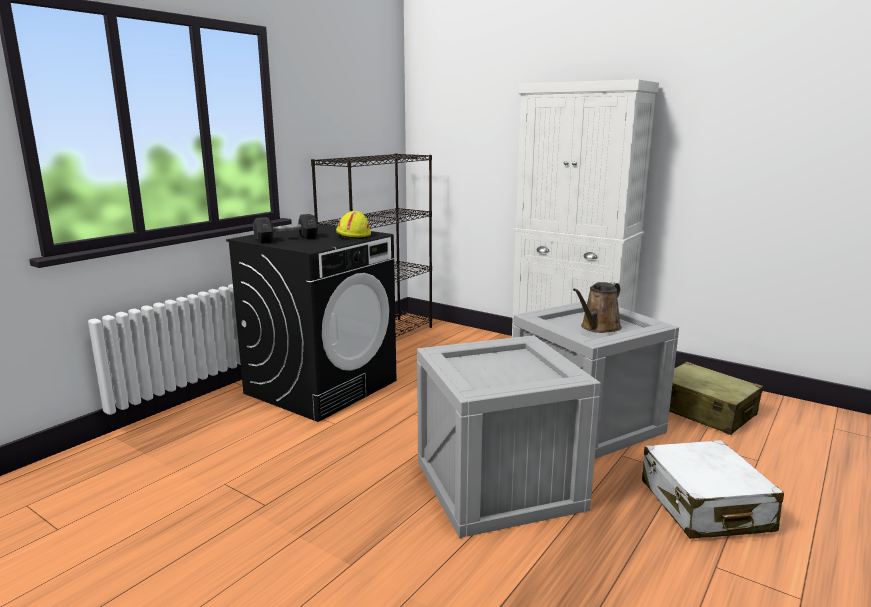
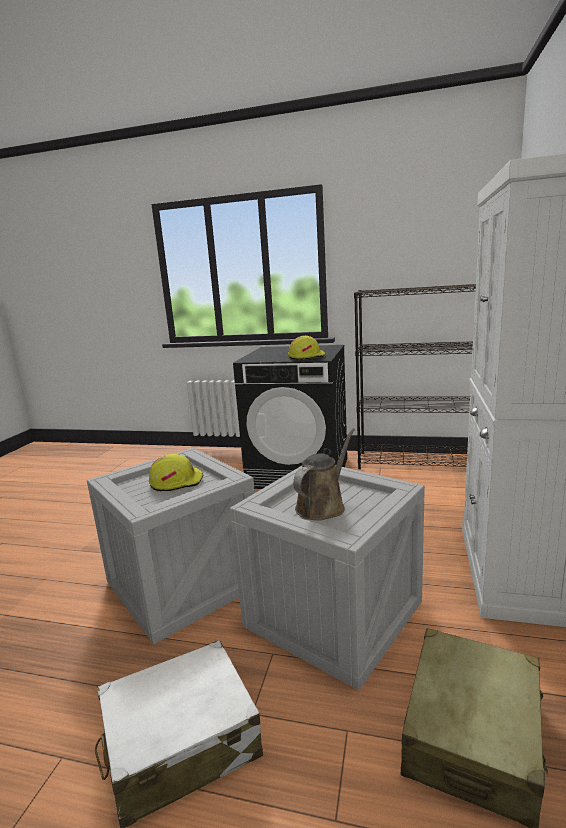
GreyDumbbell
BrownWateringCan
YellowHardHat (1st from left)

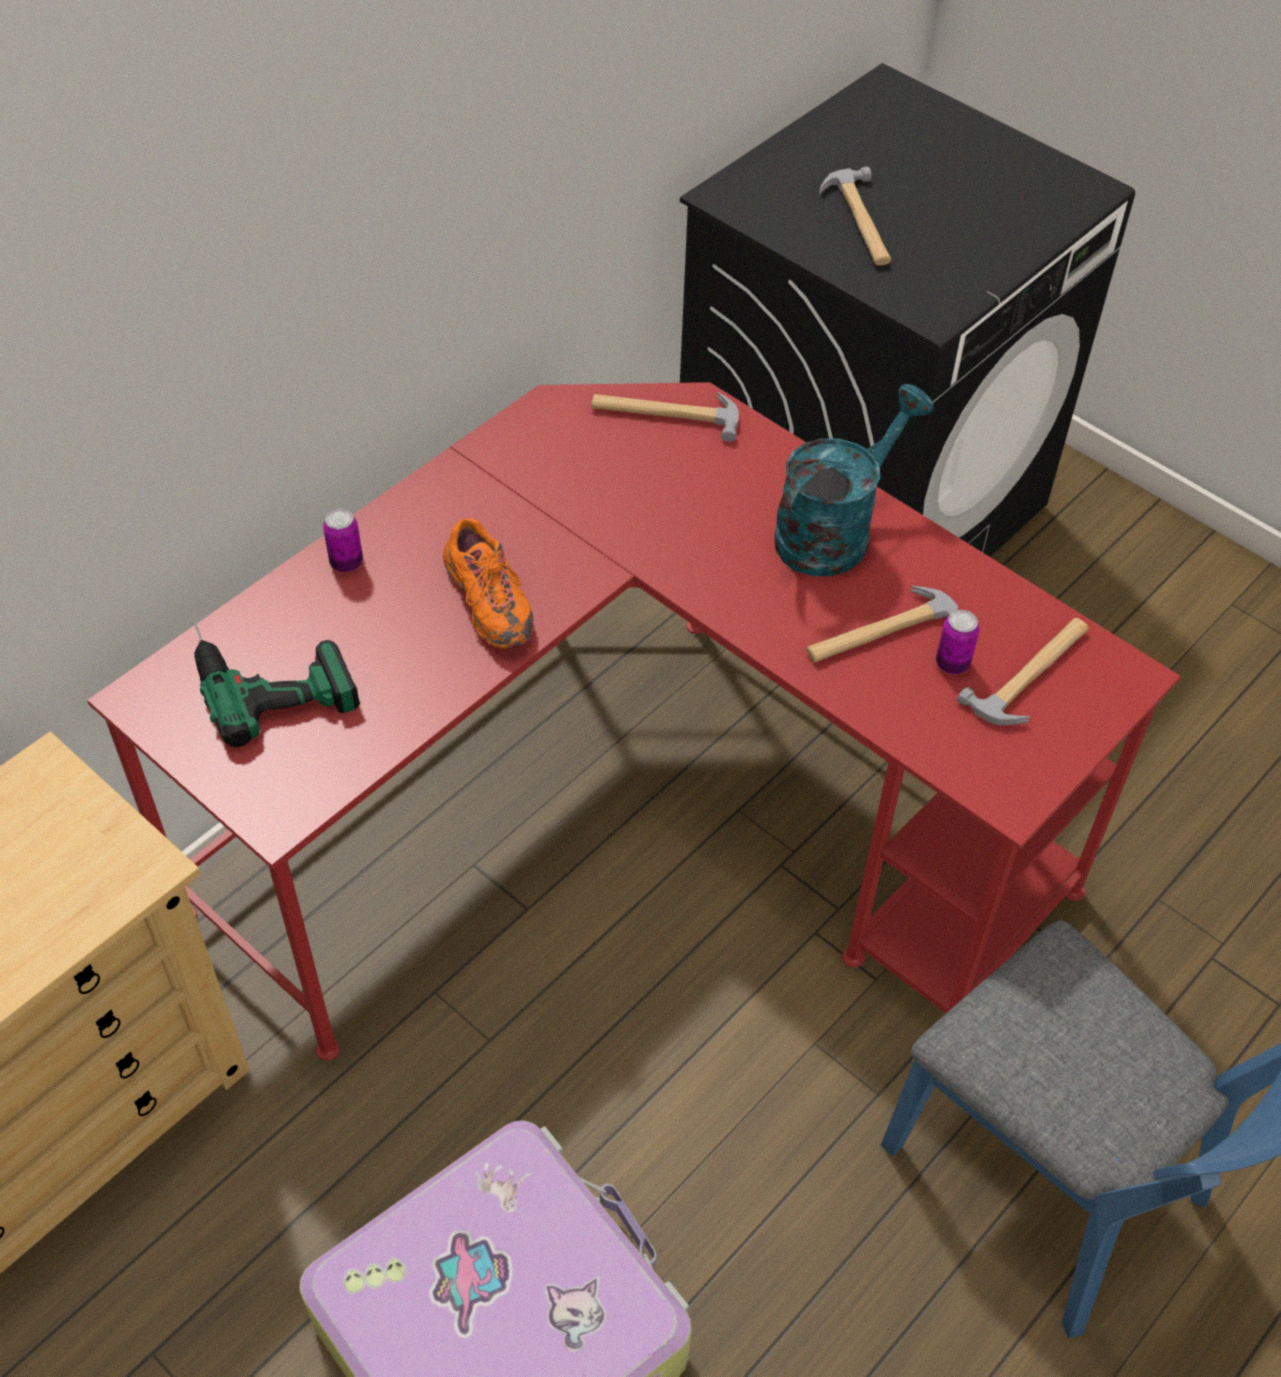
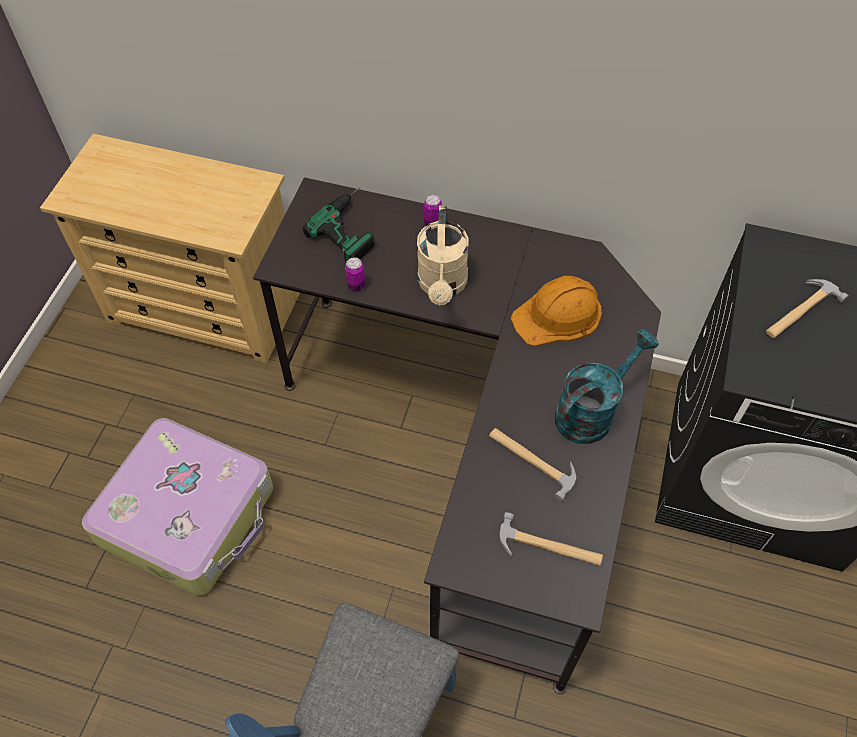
BlackDesk
BeigeWateringCan
Hammer (1st from left in the first image)
TurquoiseWateringCan
Can (1st from left)
OrangeHardHat

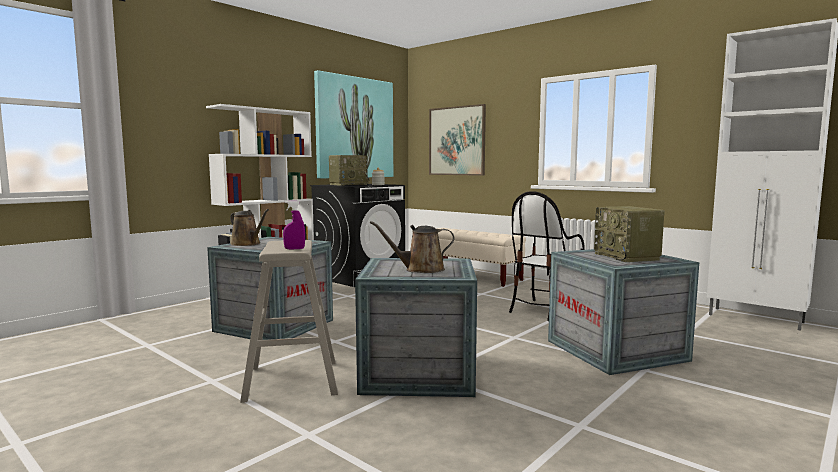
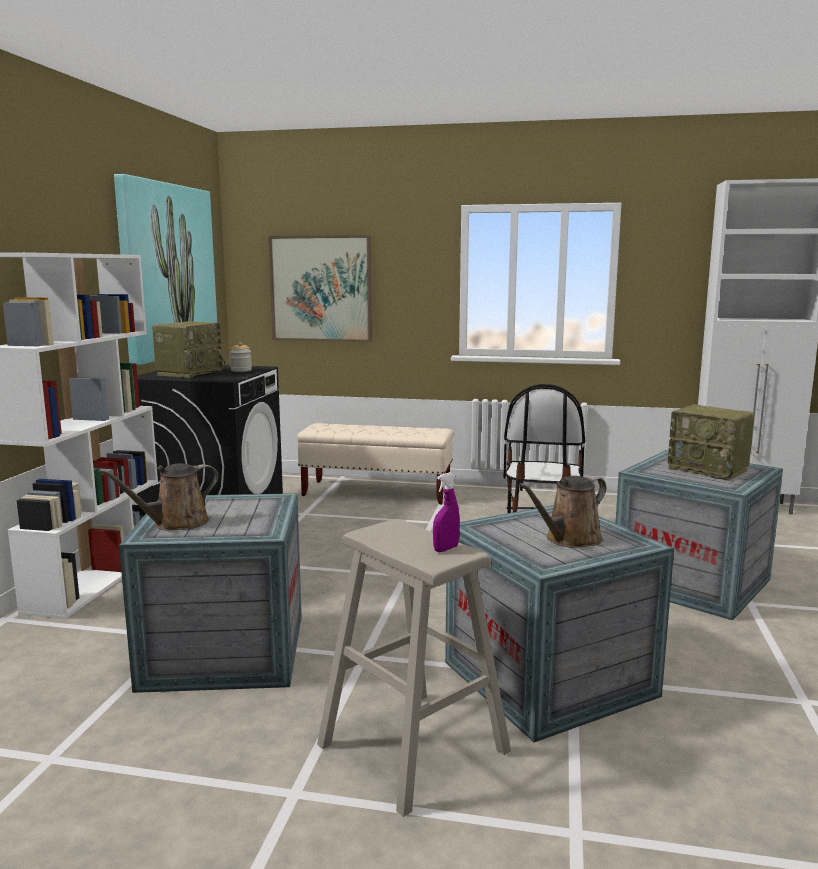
BrownWateringCan (1st from left)

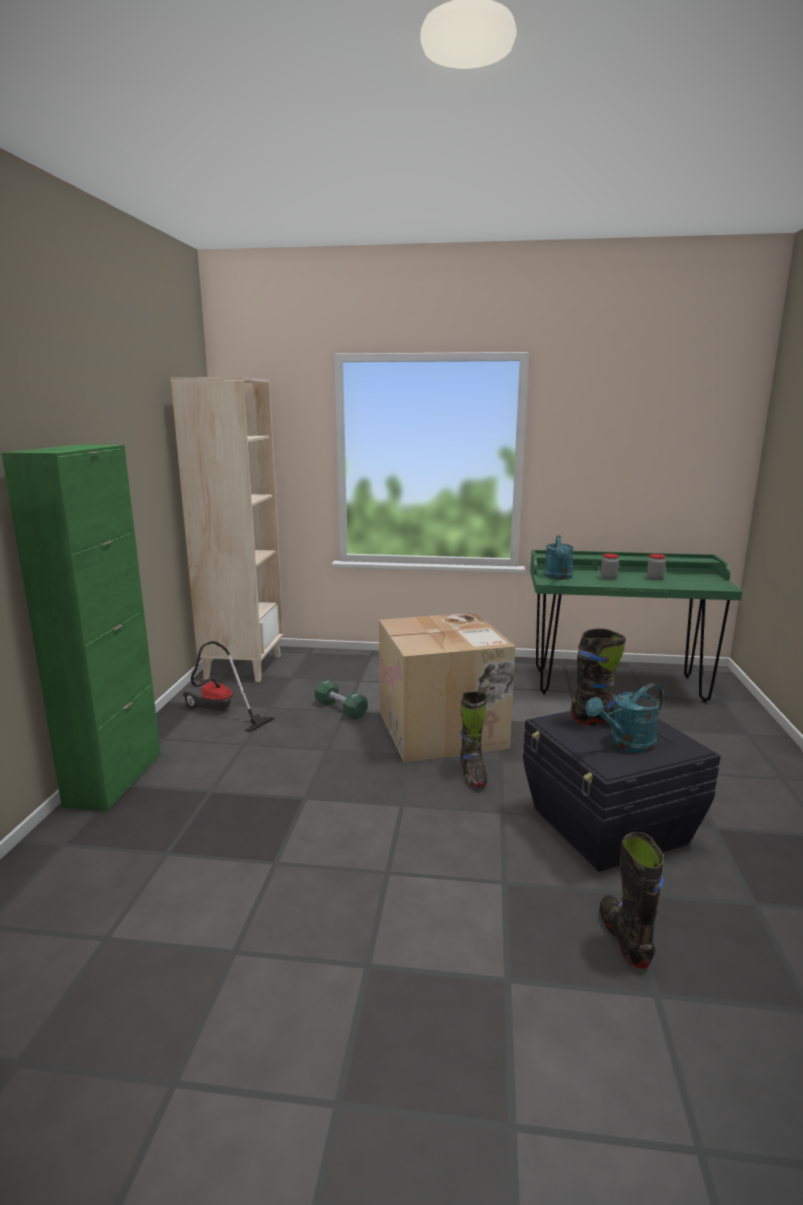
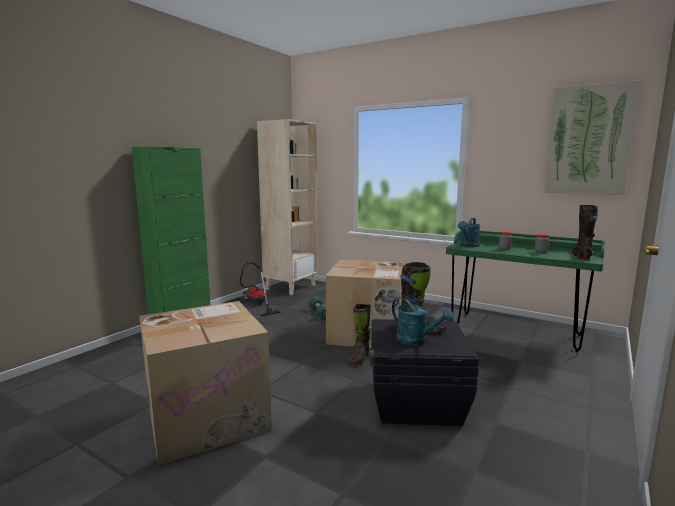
TurquoiseWateringCan (1st from left)
BlackBoot (3rd from left)
CardboardBox (1st from left)
Picture

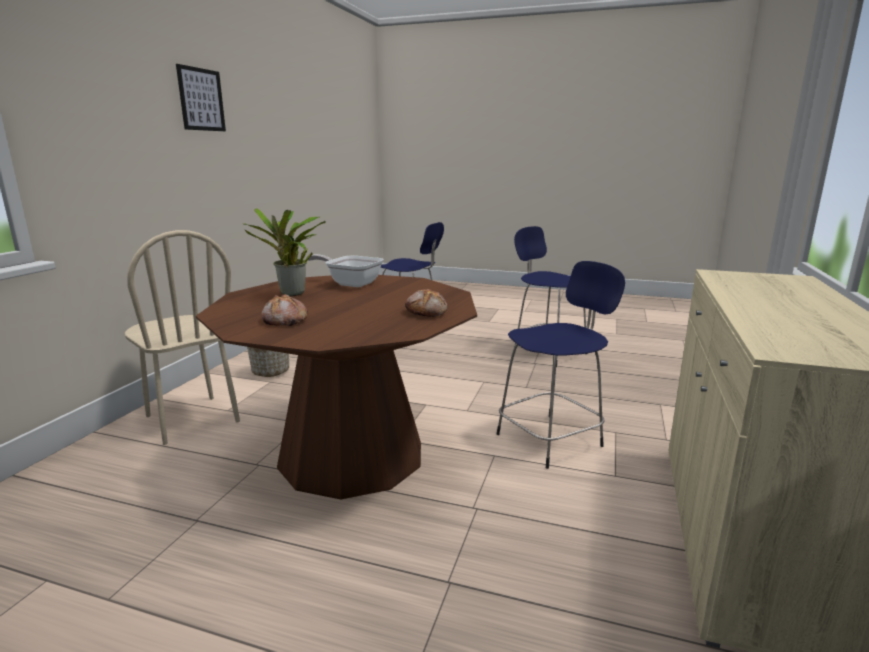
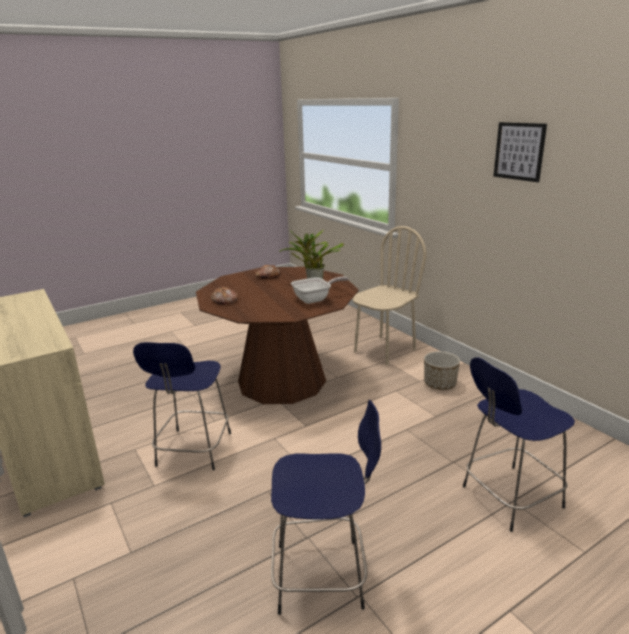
BeigeChair

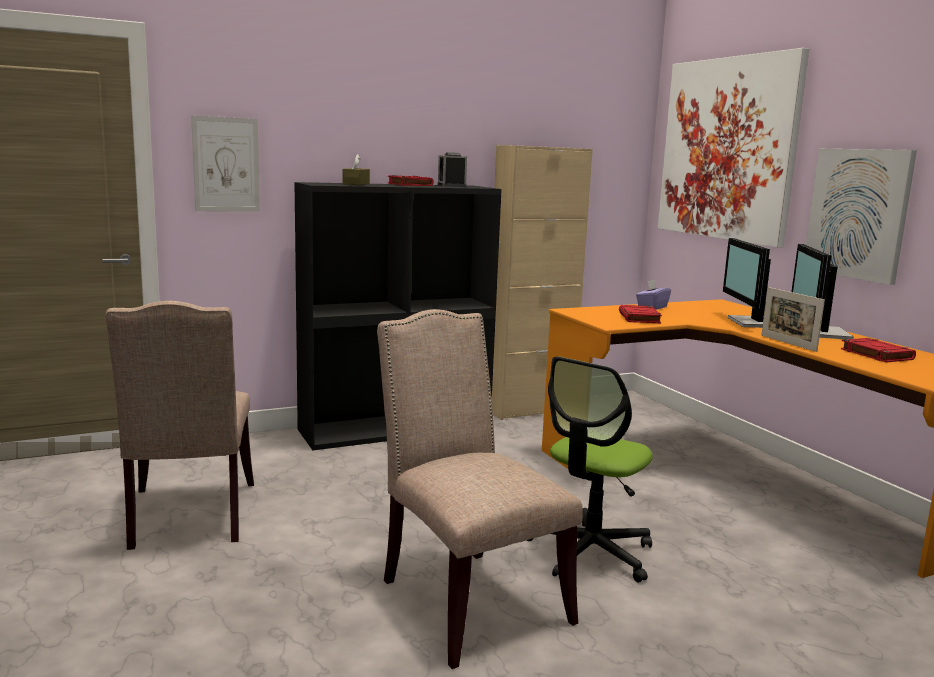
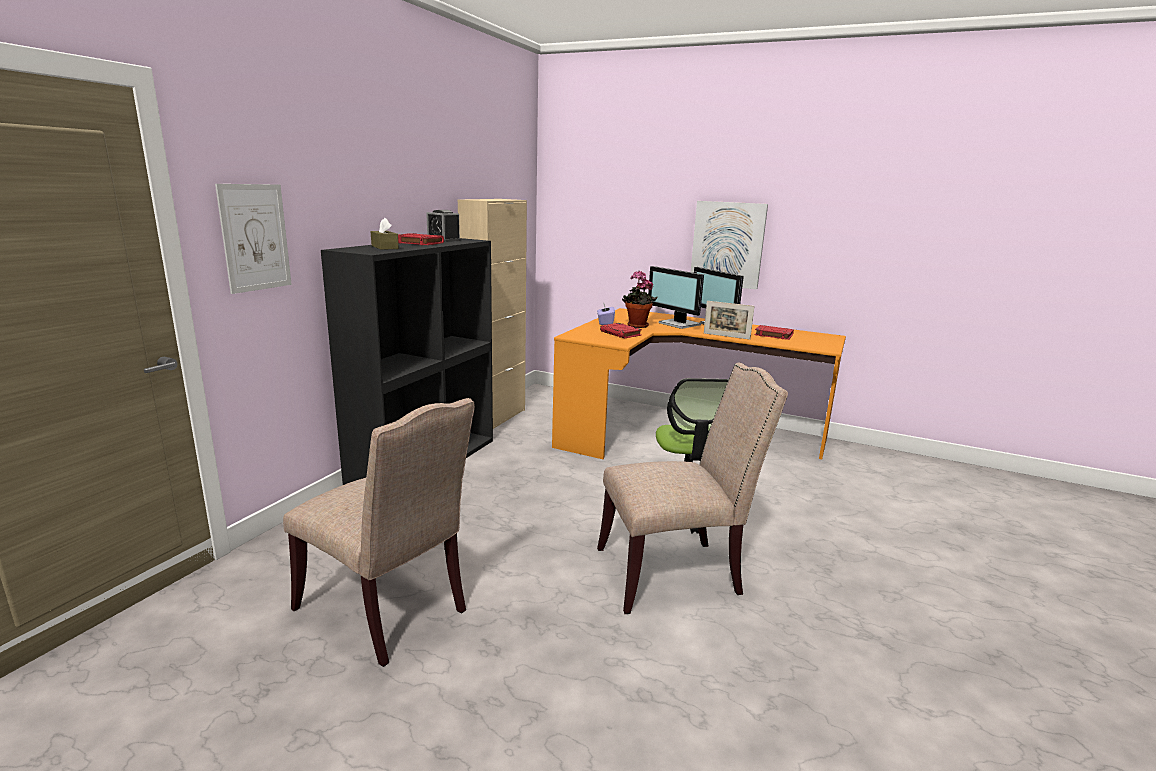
BeigeChair (2nd from left)
Picture (2nd from left in the first image)
PottedPlant

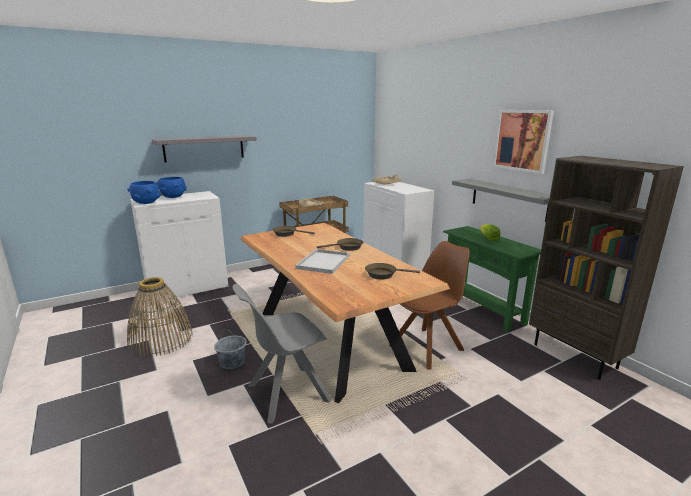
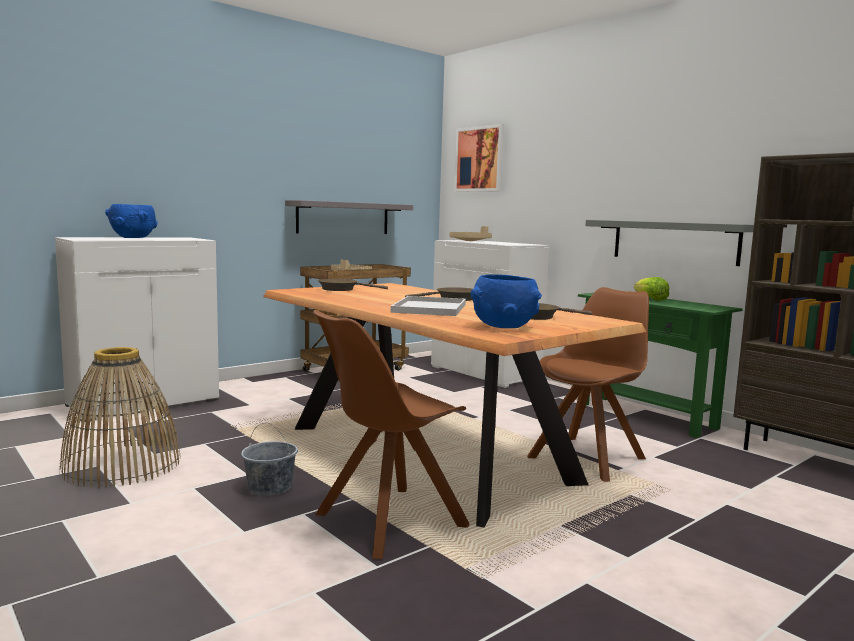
BlueBowl (2nd from left)
GreyShelf (1st from left)
BrownChair (1st from left)
Picture

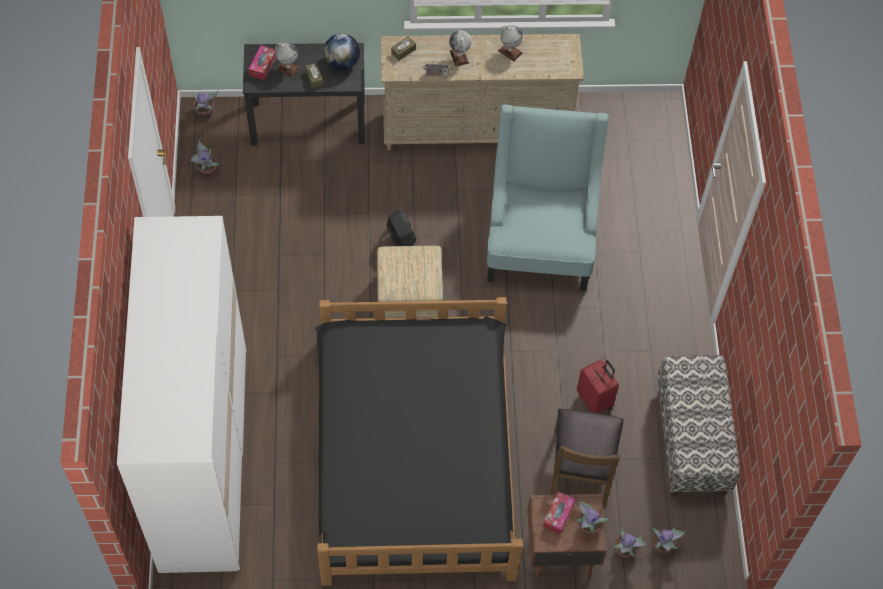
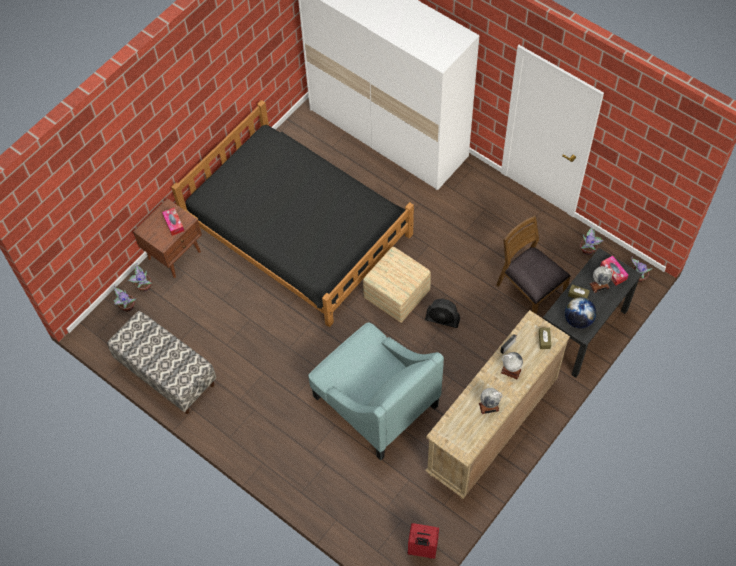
BrownChair
PottedPlant (3rd from left in the first image)
RedSuitcase

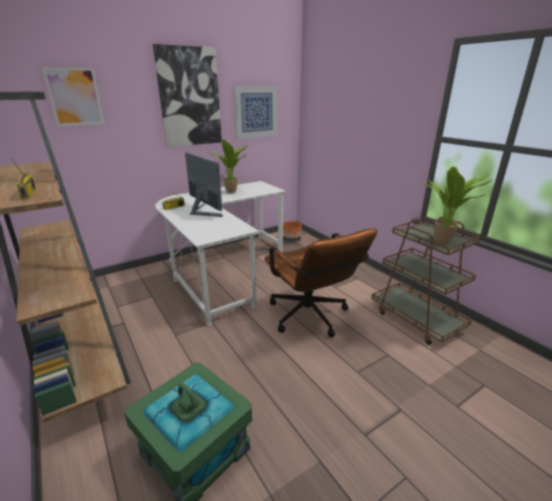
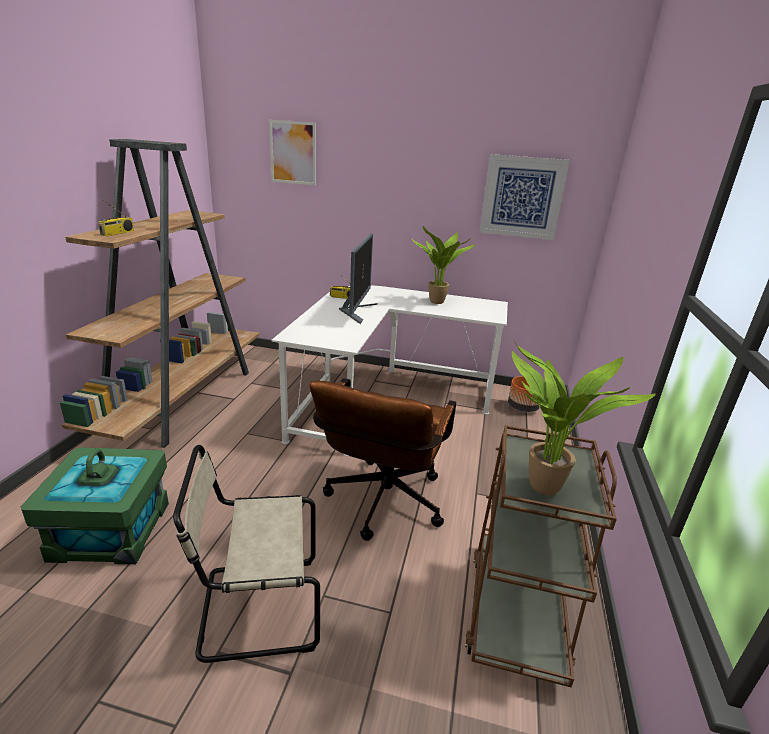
Picture (2nd from left in the first image)
BeigeChair

